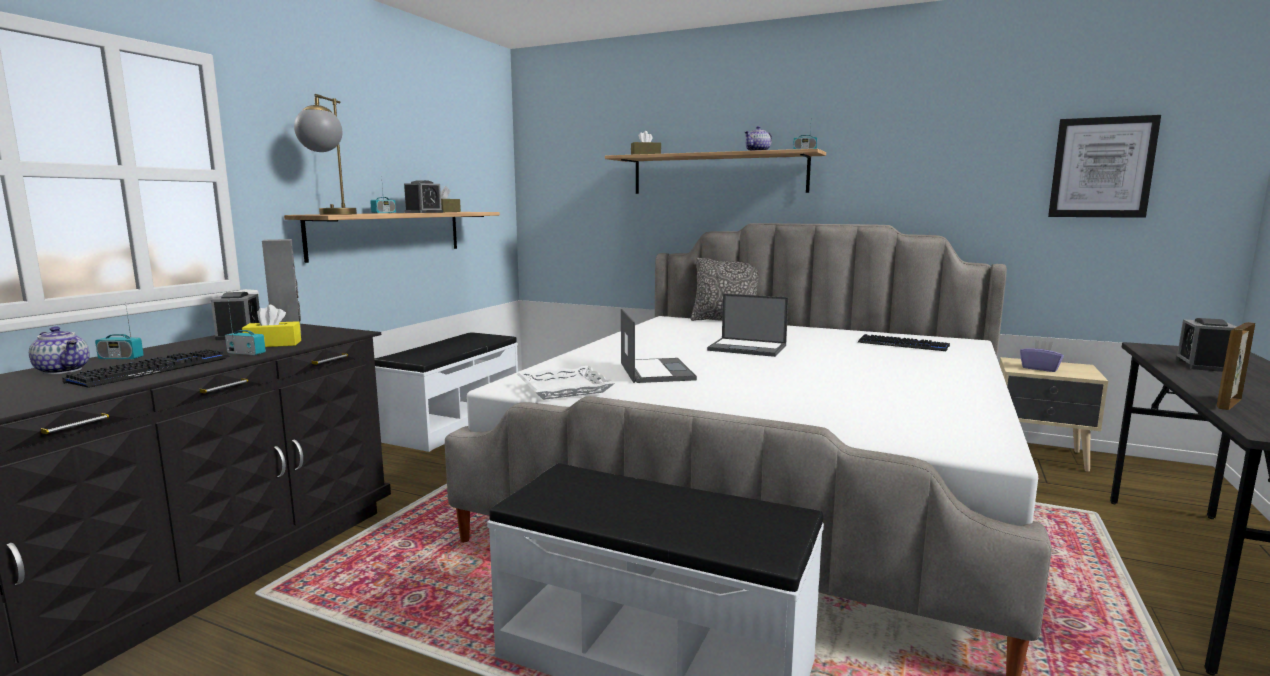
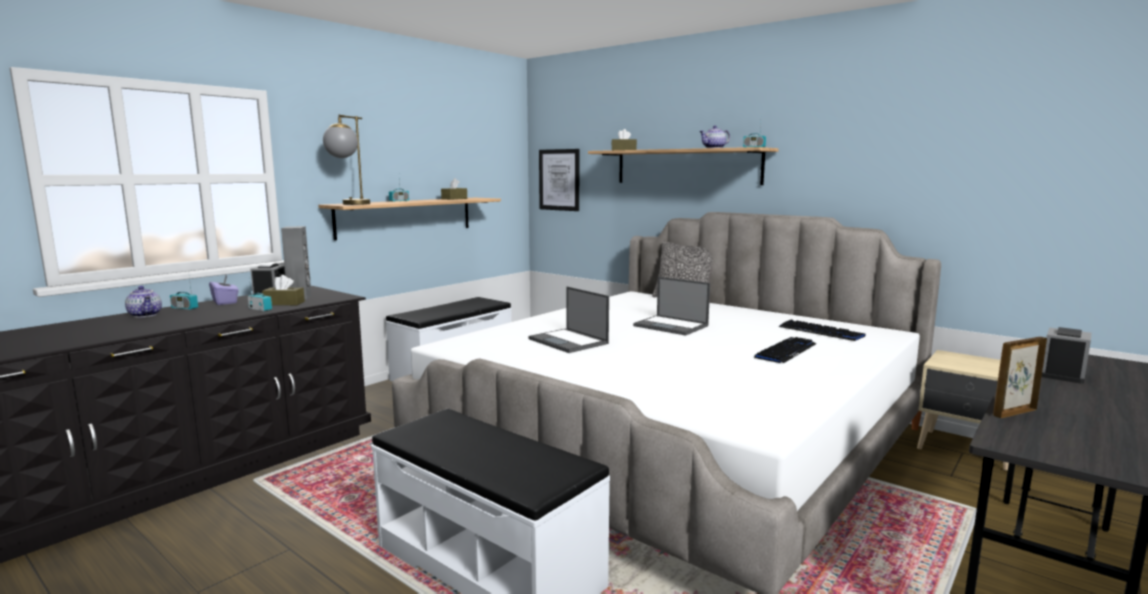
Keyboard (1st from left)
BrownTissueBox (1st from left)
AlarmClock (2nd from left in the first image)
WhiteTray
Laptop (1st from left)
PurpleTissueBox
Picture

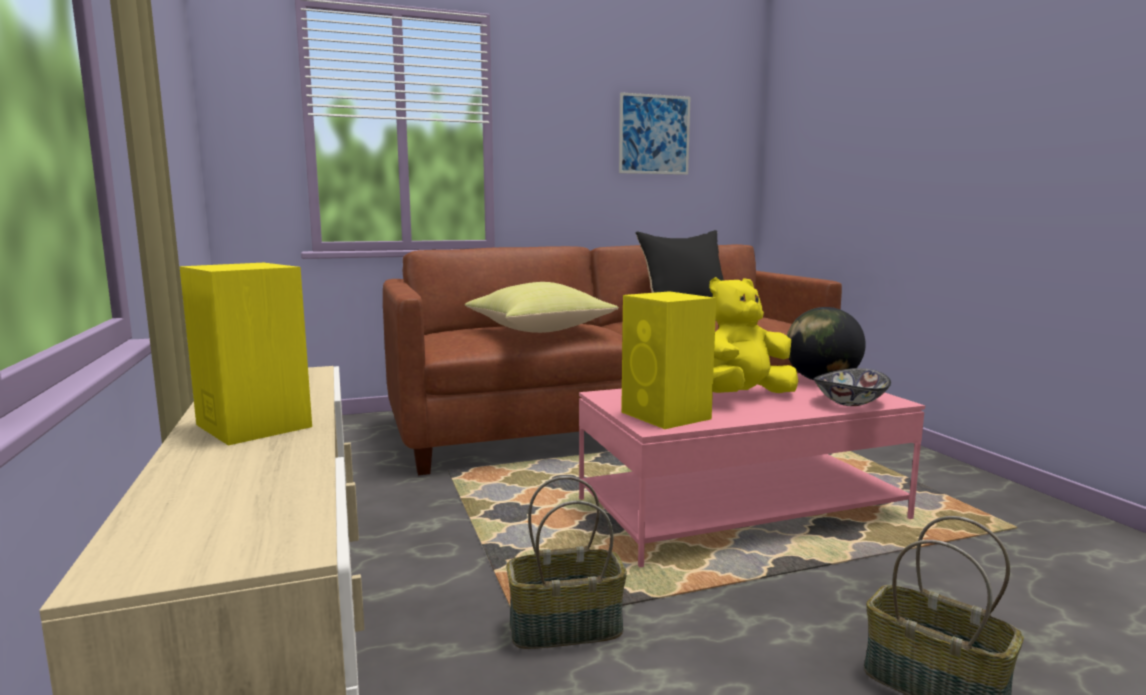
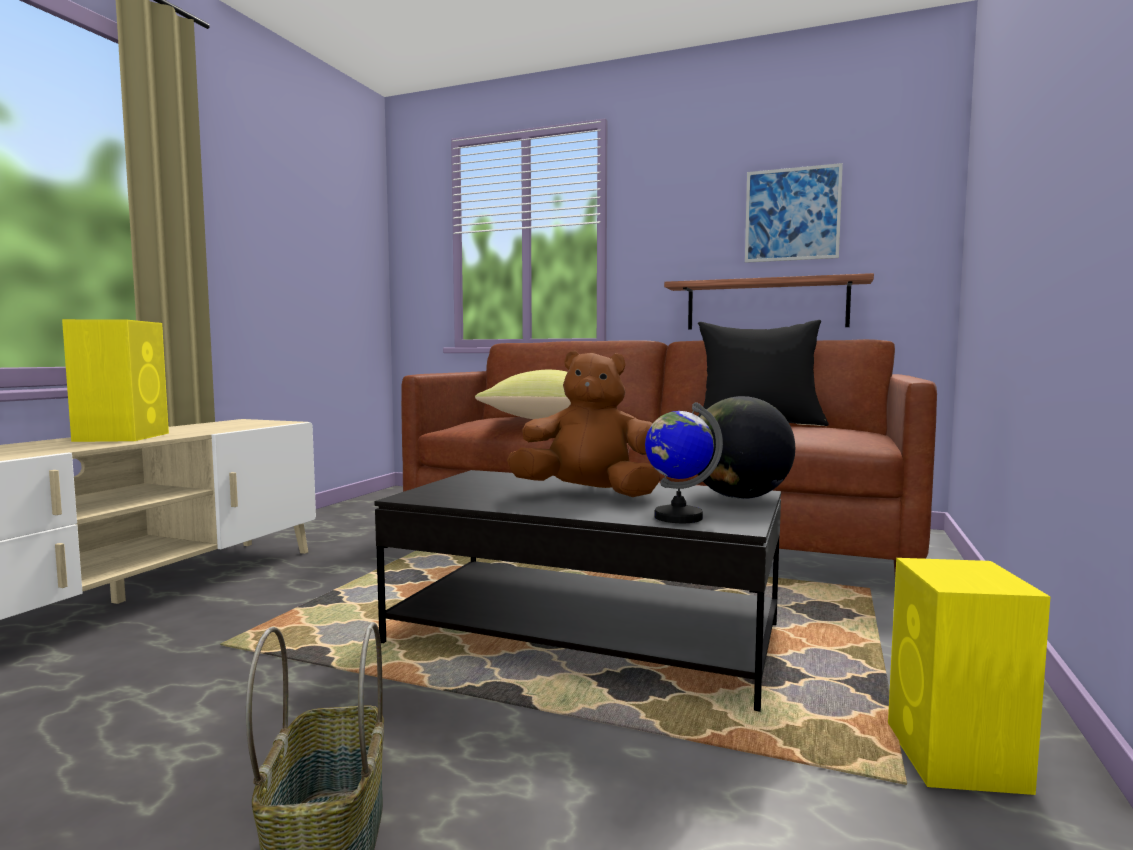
Basket (1st from left in the first image)
BlackCoffeeTable
YellowSpeaker (2nd from left)
BrownPlushToy
Globe (1st from left)
Shelf

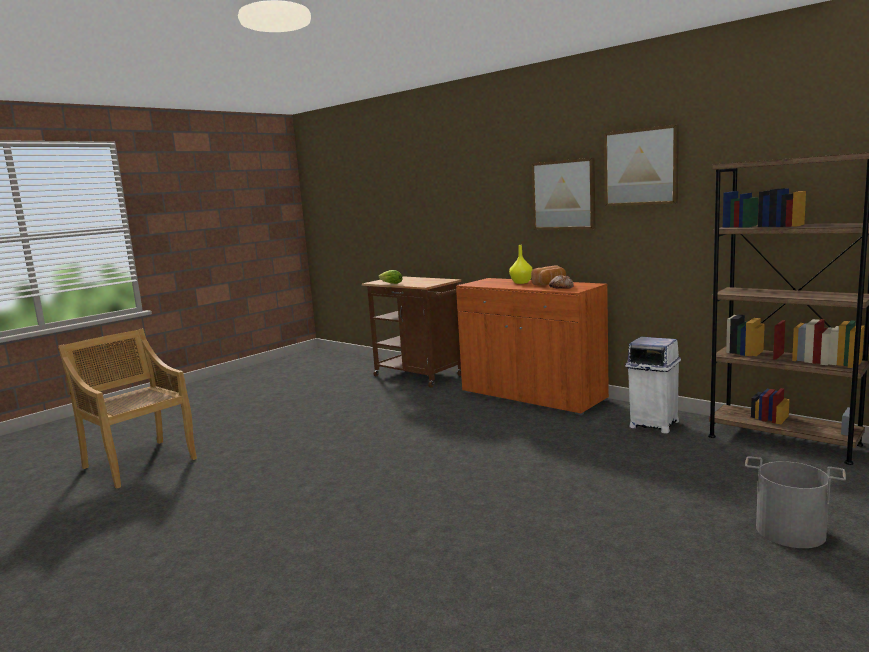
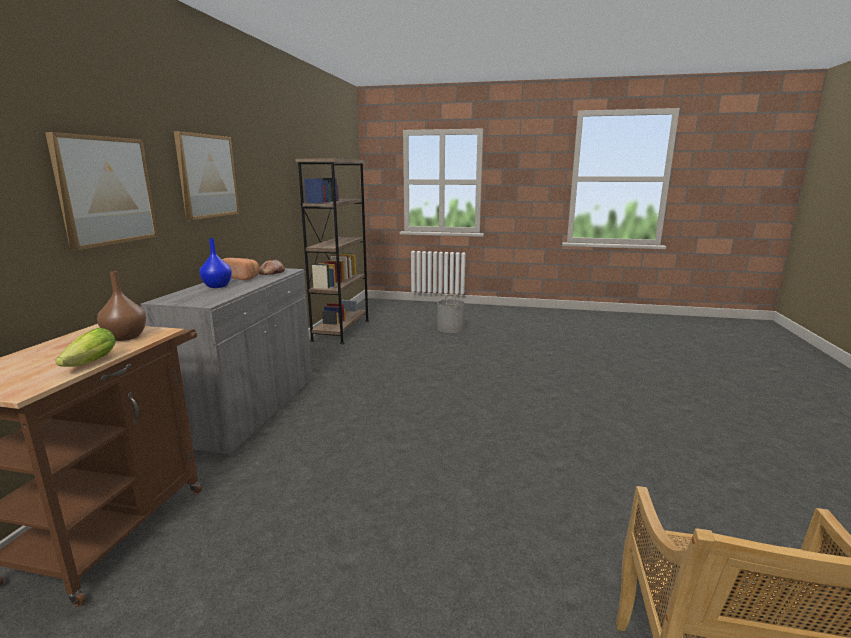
GreyCabinet
BlueVase
Picture (1st from left)
WhiteTrashCan
BrownVase

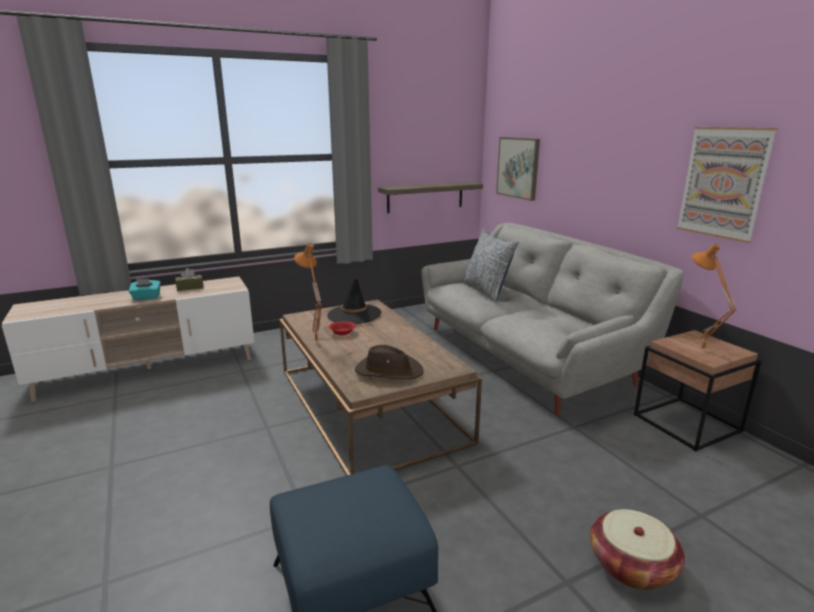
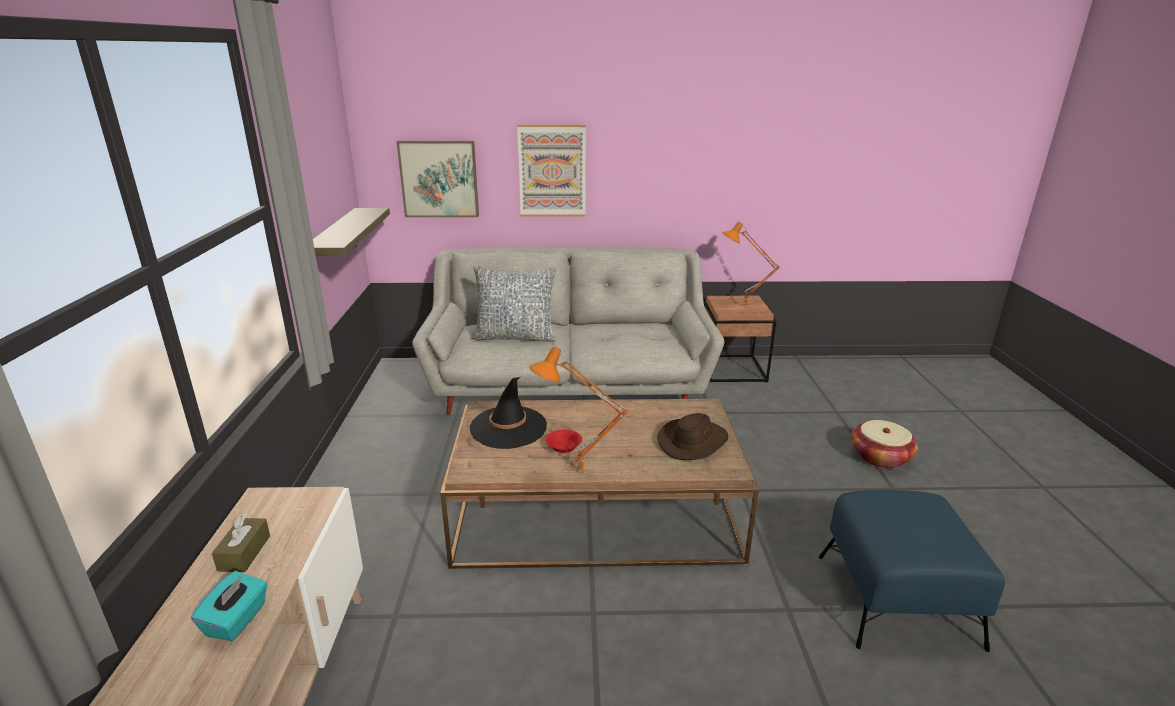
Picture (2nd from left)

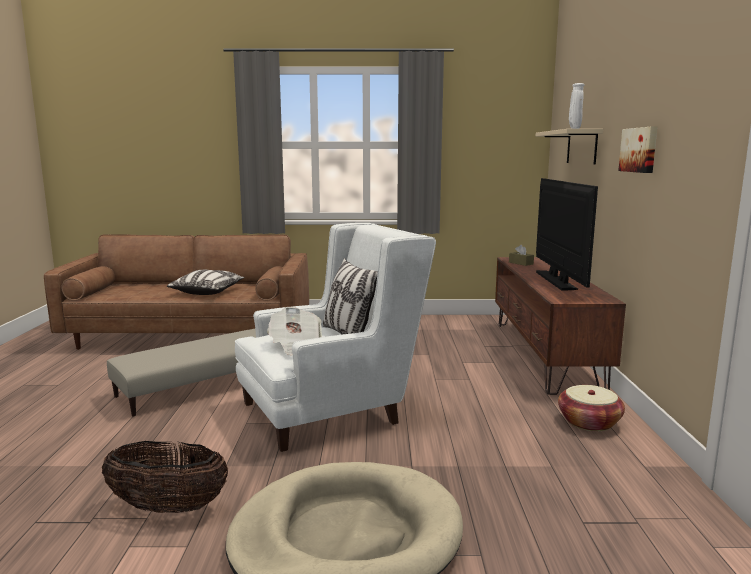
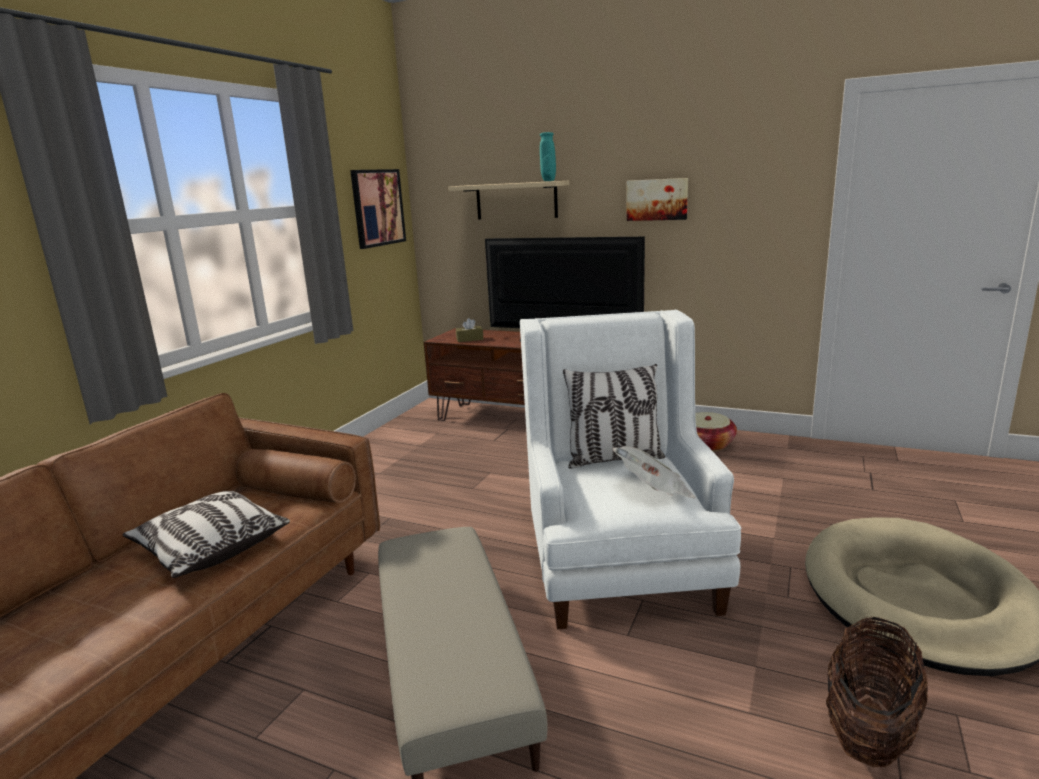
TurquoiseVase
Picture (1st from left)

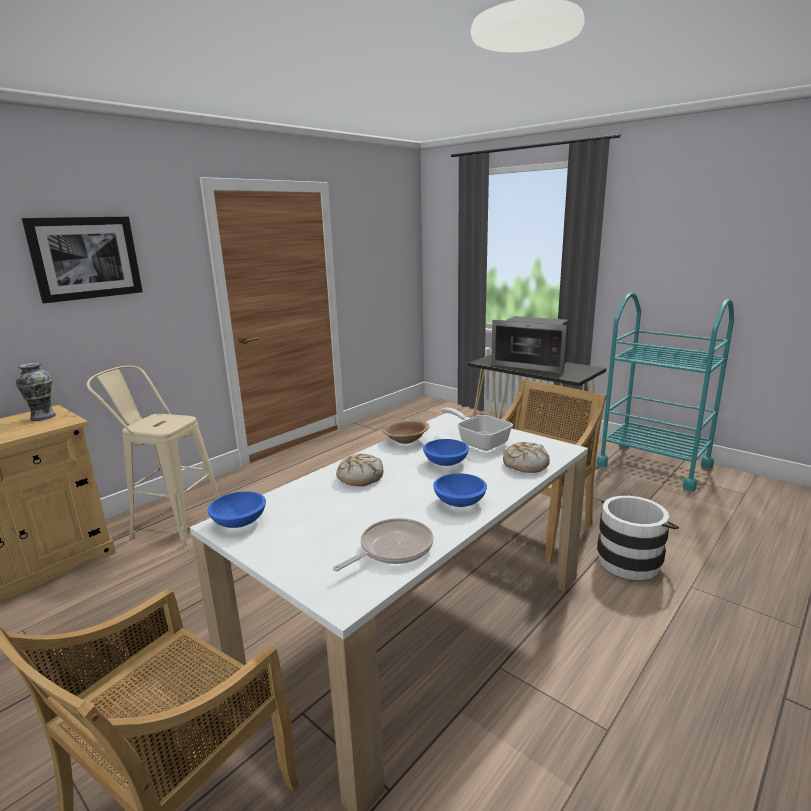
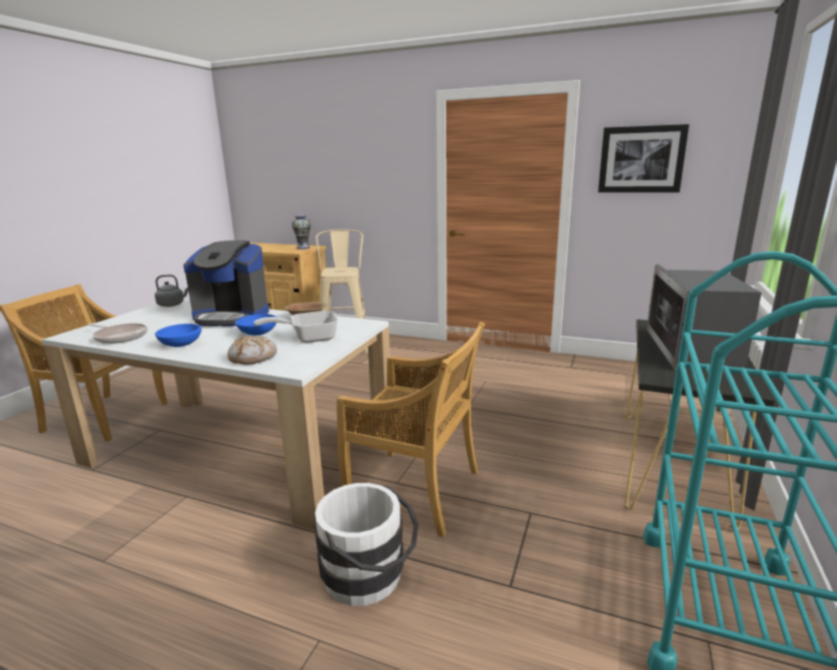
Picture
GreyKettle
CoffeeMachine
FryingPan (2nd from left)

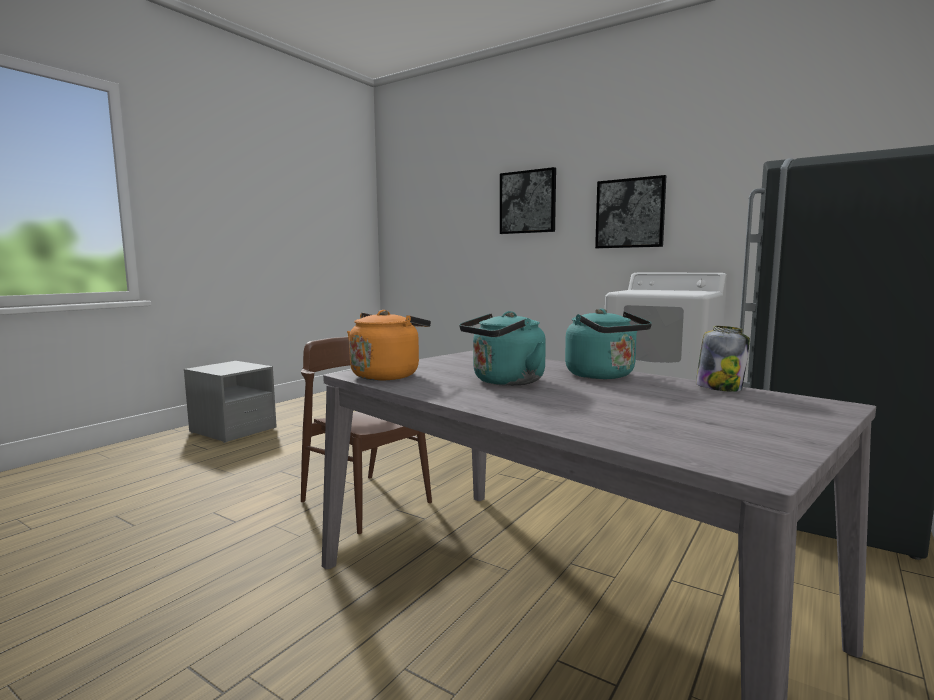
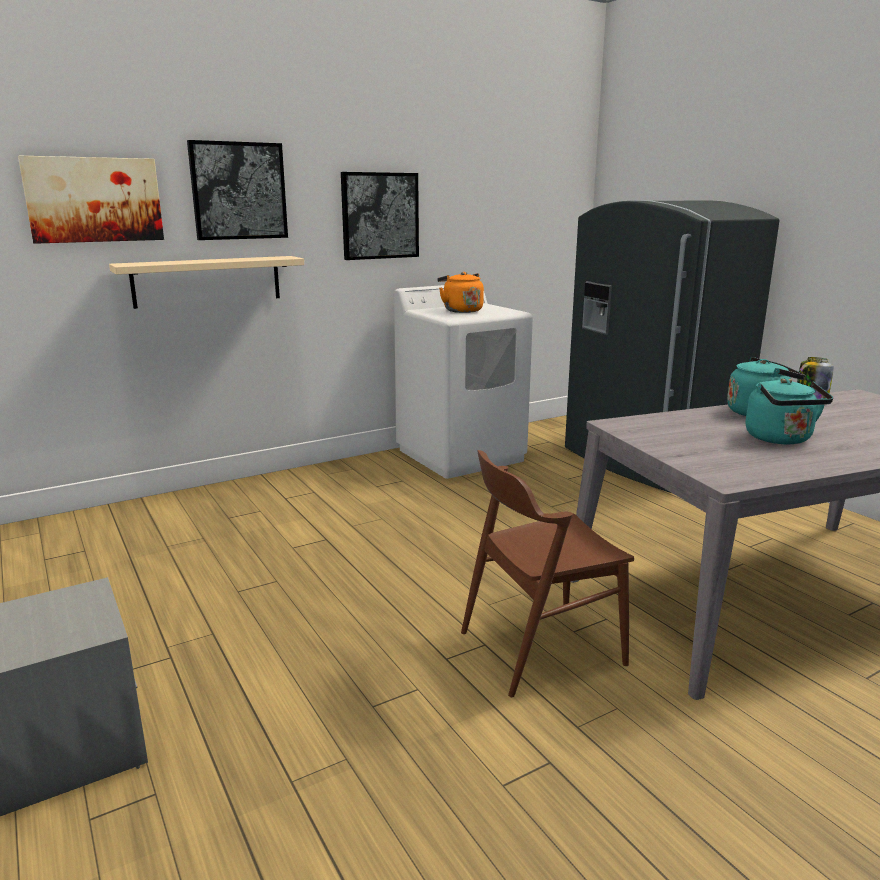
OrangeKettle
Picture (1st from left)
BeigeShelf

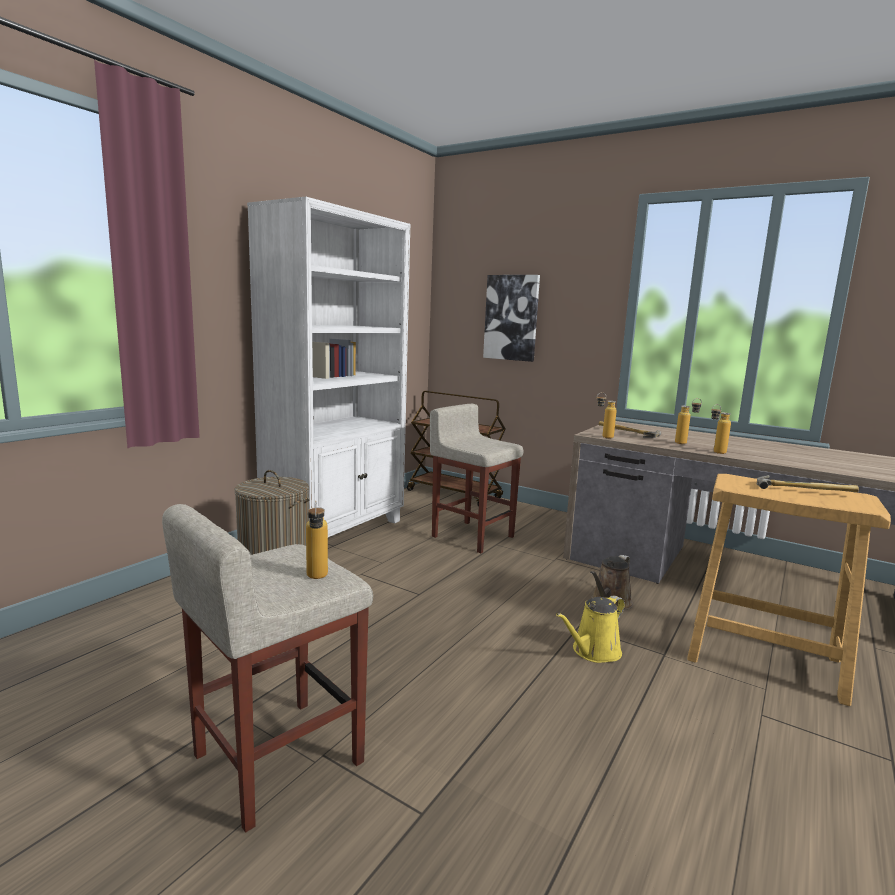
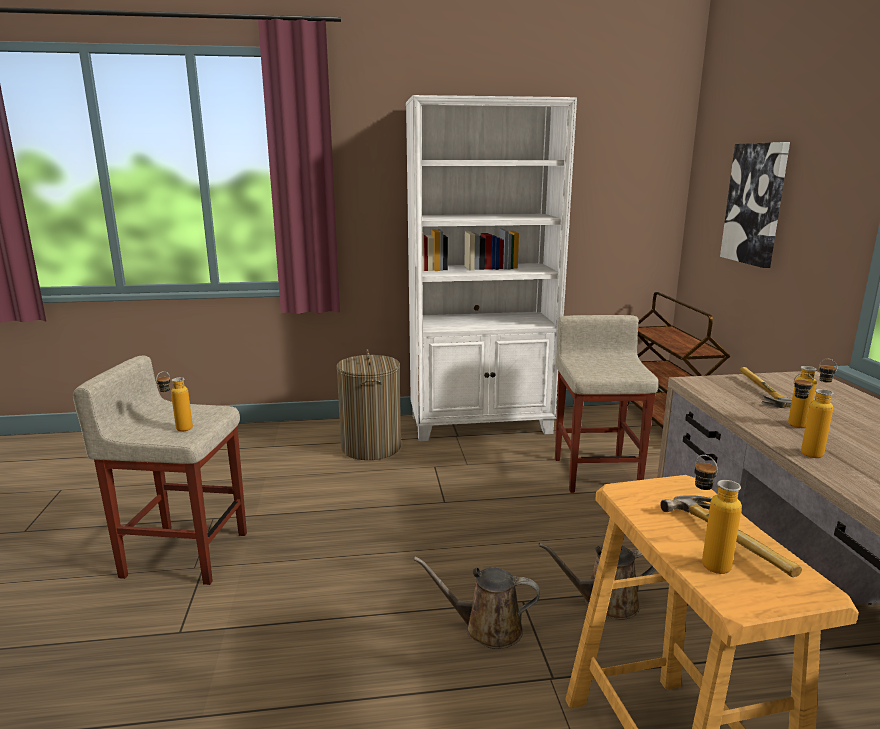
BrownWateringCan (1st from left)
Bottle (2nd from left)

